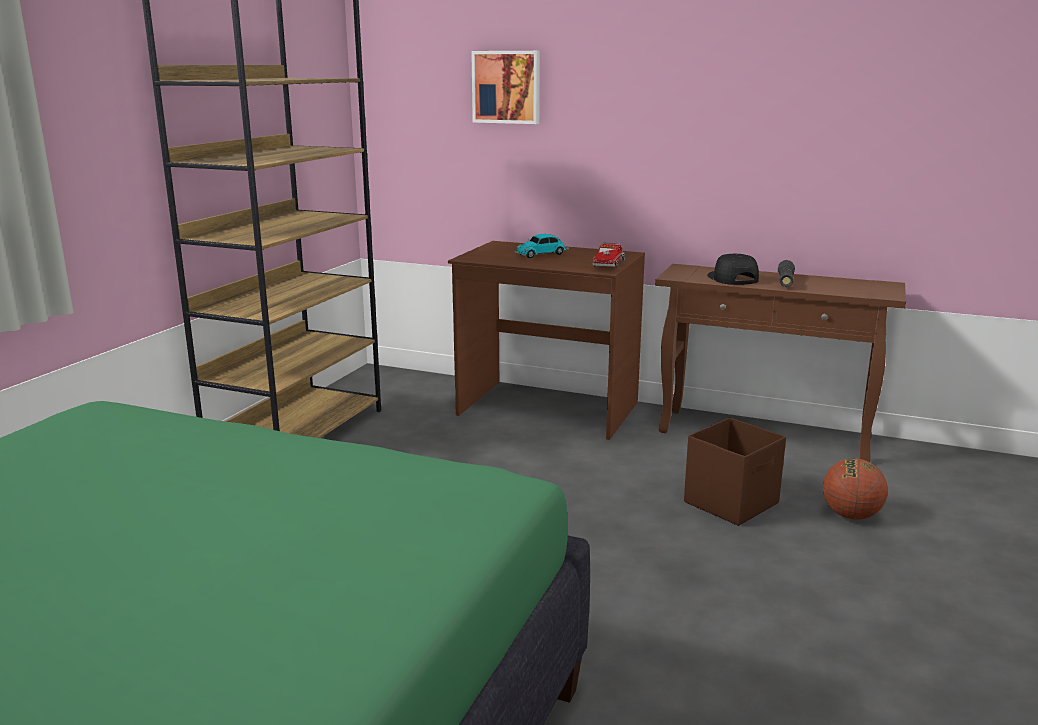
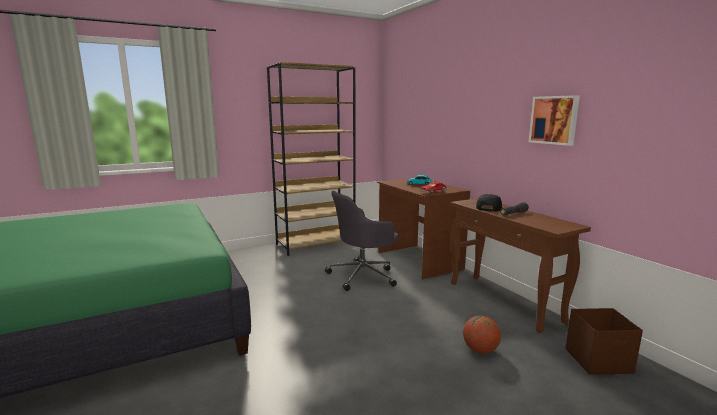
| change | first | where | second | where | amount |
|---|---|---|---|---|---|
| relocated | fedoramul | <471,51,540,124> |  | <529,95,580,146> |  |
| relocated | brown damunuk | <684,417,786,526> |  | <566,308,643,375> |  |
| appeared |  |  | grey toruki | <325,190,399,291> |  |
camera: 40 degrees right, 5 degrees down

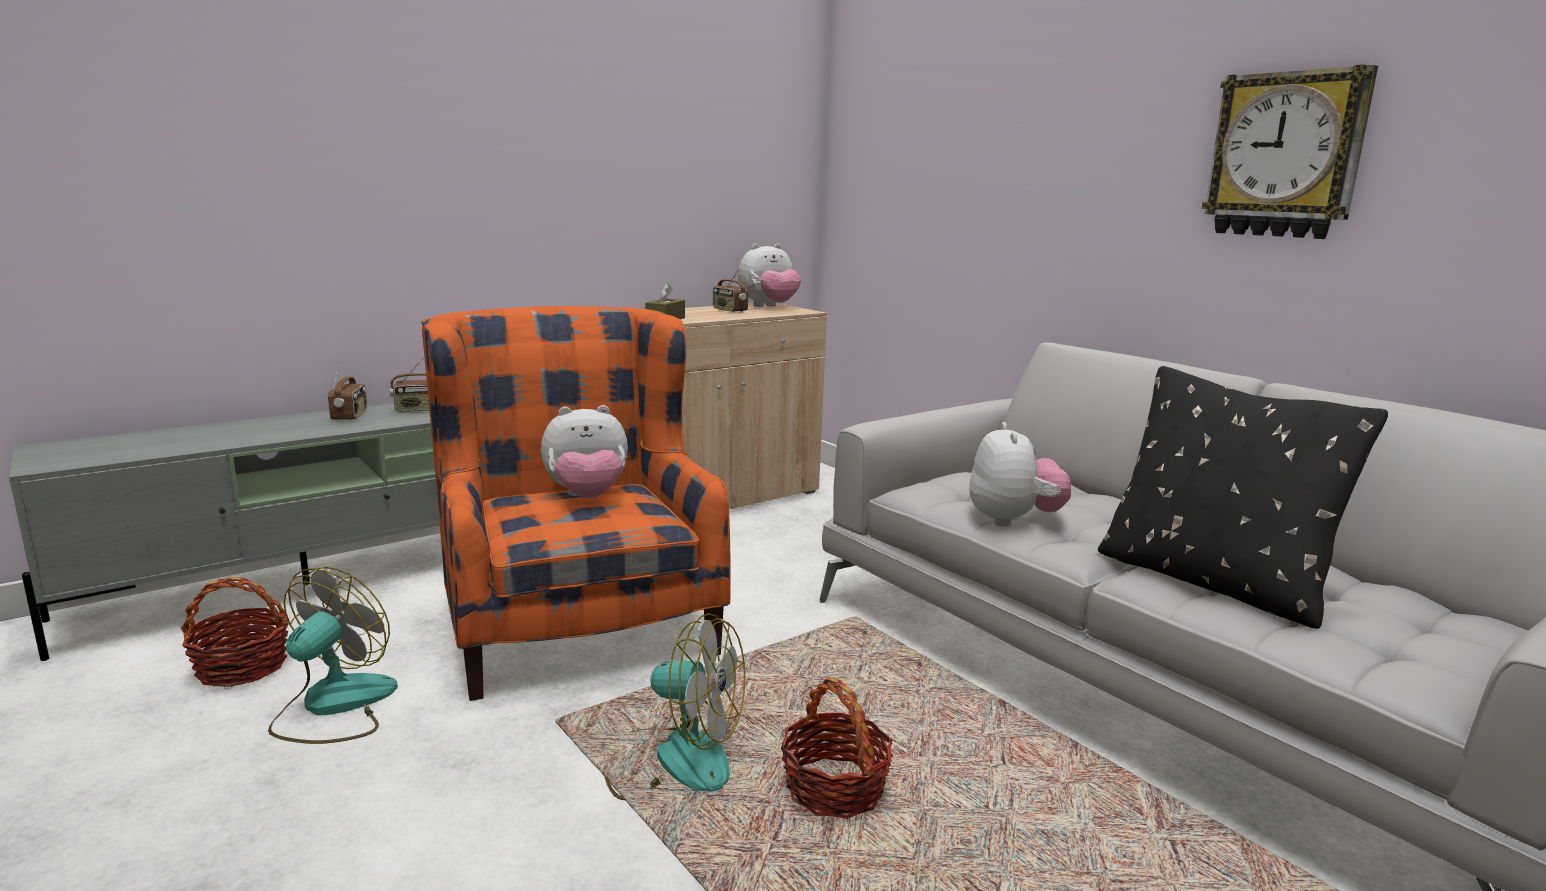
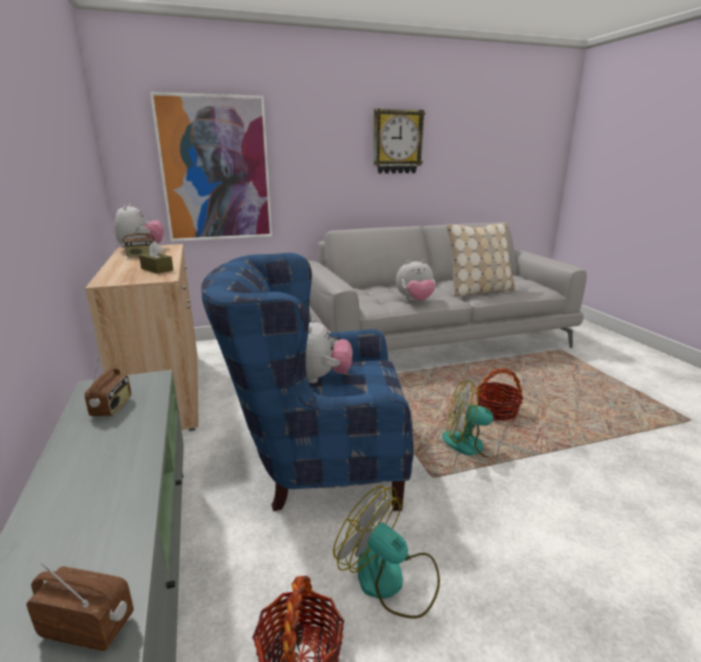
| change | first | where | second | where | amount |
|---|---|---|---|---|---|
| colour | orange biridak | <421,306,731,701> | blue biridak | <201,253,414,511> |  |
| relocated | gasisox | <328,362,367,421> |  | <27,562,134,651> |  |
| colour | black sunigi | <1098,366,1388,629> | beige sunigi | <447,222,515,297> |  |
| spun | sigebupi | <969,422,1071,527> |  | <396,260,435,301> | 150 degrees clockwise |
| spun | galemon | <605,613,745,800> |  | <442,380,506,457> | 120 degrees counterclockwise |
| appeared |  |  | fedoramul | <150,92,272,242> |  |
camera: 70 degrees left, 5 degrees up

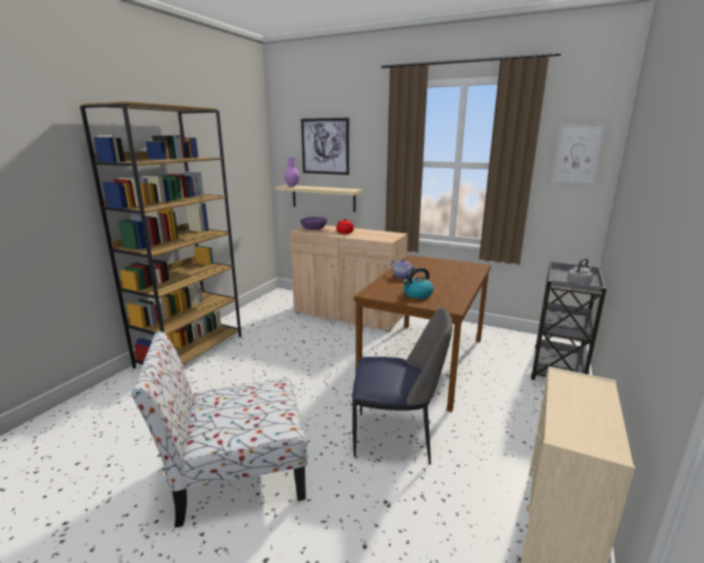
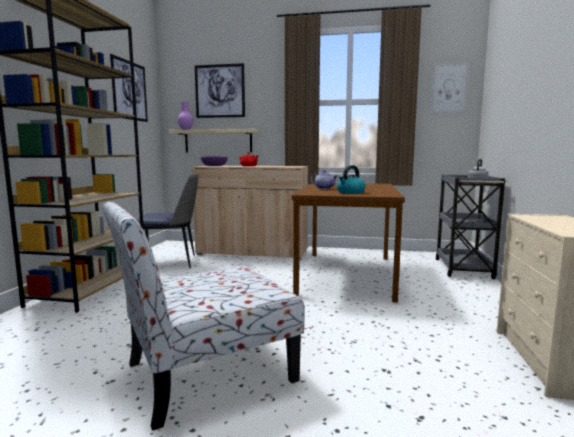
| change | first | where | second | where | amount |
|---|---|---|---|---|---|
| relocated | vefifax | <352,307,453,465> |  | <137,172,198,268> |  |
| appeared |  |  | fedoramul | <110,54,148,122> |  |
camera: 15 degrees left, 10 degrees down

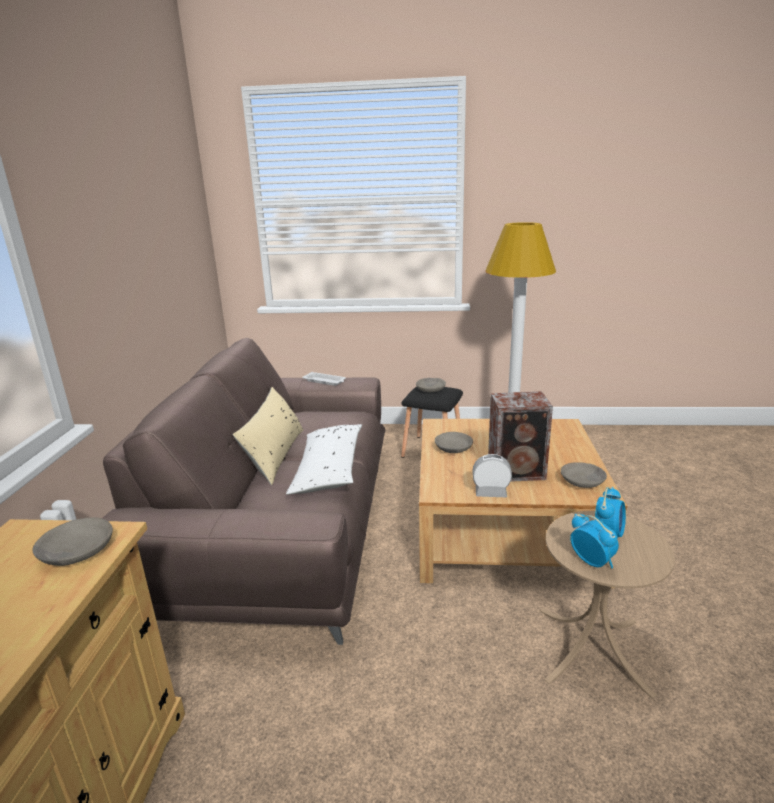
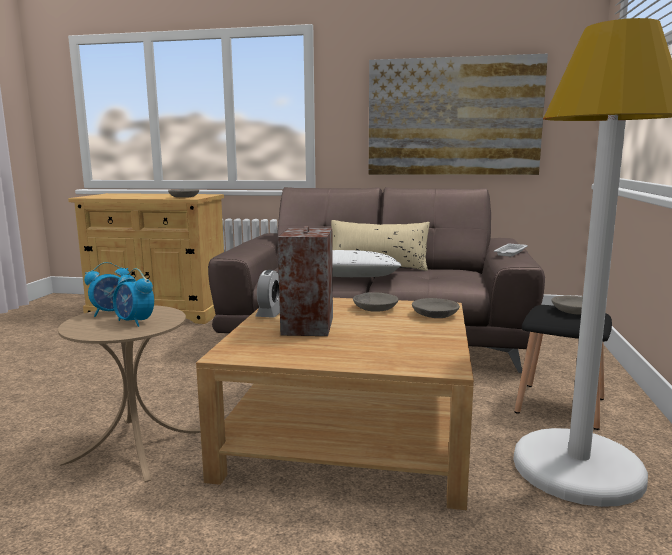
| change | first | where | second | where | amount |
|---|---|---|---|---|---|
| relocated | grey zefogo | <561,462,607,488> |  | <412,298,460,318> |  |
| appeared |  |  | fedoramul | <369,54,548,175> |  |
camera: 95 degrees right, 10 degrees down

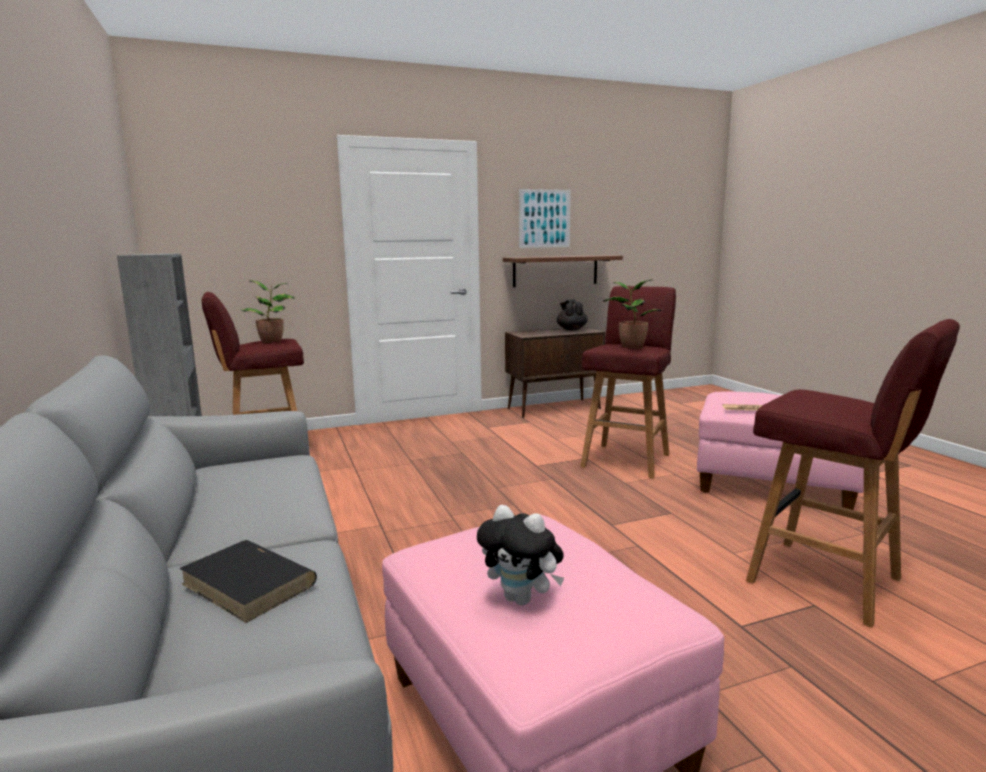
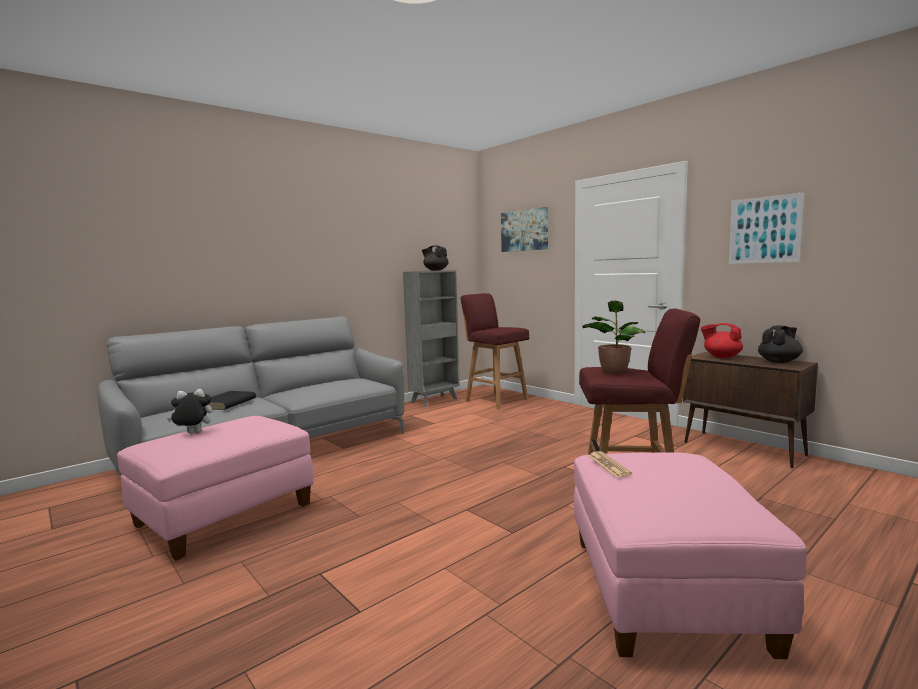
| change | first | where | second | where | amount |
|---|---|---|---|---|---|
| missing | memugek | <503,255,623,287> |  |  |  |
| missing | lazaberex | <241,280,295,343> |  |  |  |
| missing | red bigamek | <746,319,960,628> |  |  |  |
| spun | sigebupi | <477,505,564,605> |  | <167,389,212,434> | 60 degrees clockwise |
| appeared |  |  | fedoramul | <501,207,548,252> |  |
| appeared |  |  | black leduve | <422,246,448,271> |  |
| appeared |  |  | red leduve | <701,323,743,358> |  |
camera: 70 degrees right, 5 degrees down

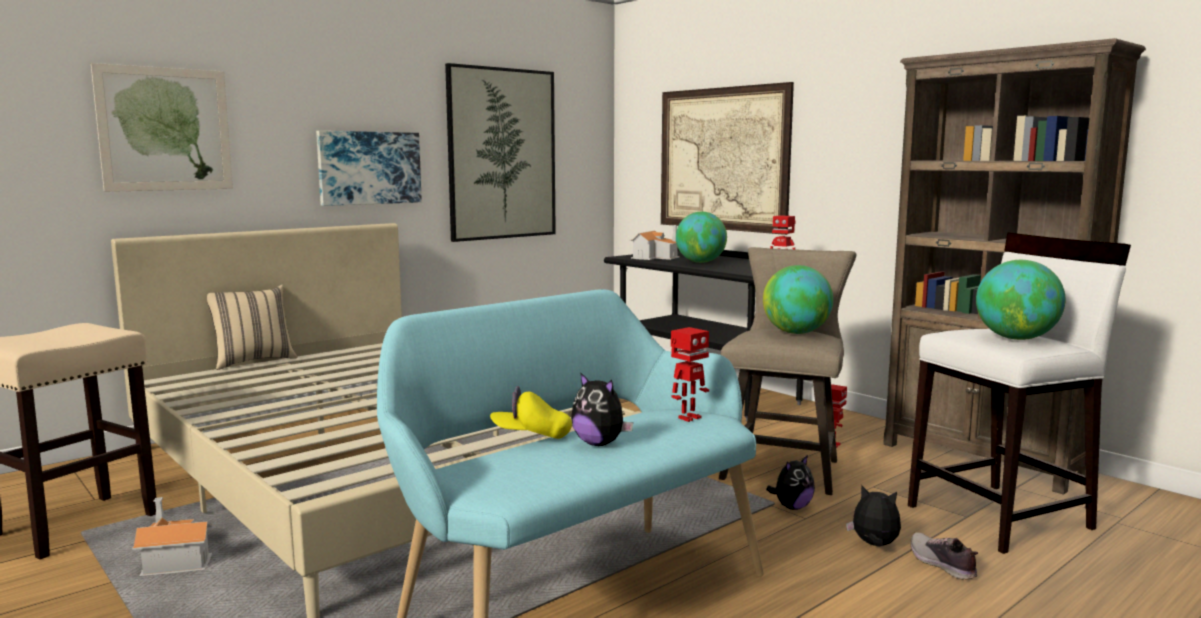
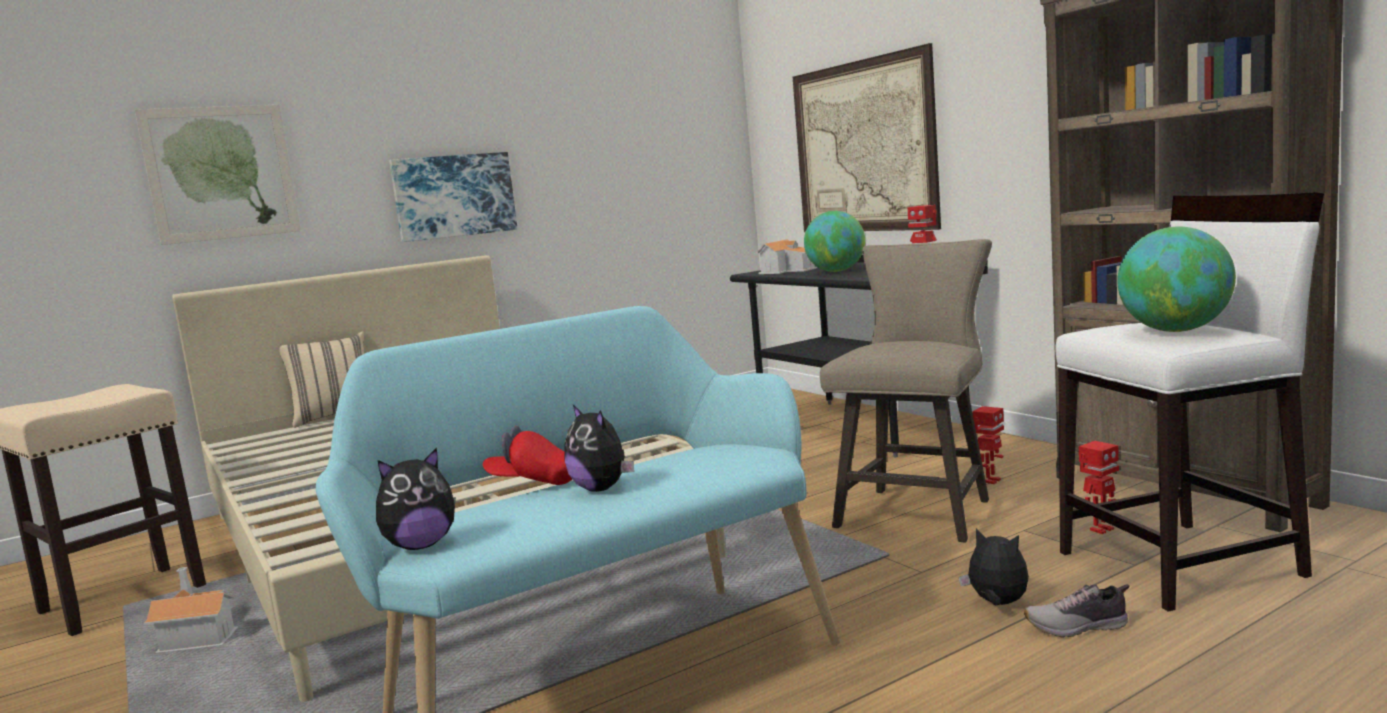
| change | first | where | second | where | amount |
|---|---|---|---|---|---|
| missing | fedoramul | <445,63,556,242> |  |  |  |
| missing | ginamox | <763,265,833,334> |  |  |  |
| relocated | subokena | <671,327,709,422> |  | <1079,441,1119,534> |  |
| colour | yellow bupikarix | <490,387,572,439> | red bupikarix | <483,426,572,485> |  |
| relocated | sigebupi | <766,455,815,510> |  | <376,448,455,550> |  |
| spun | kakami | <910,533,978,580> |  | <1024,584,1129,638> | 75 degrees counterclockwise |
camera: 10 degrees right, 0 degrees up

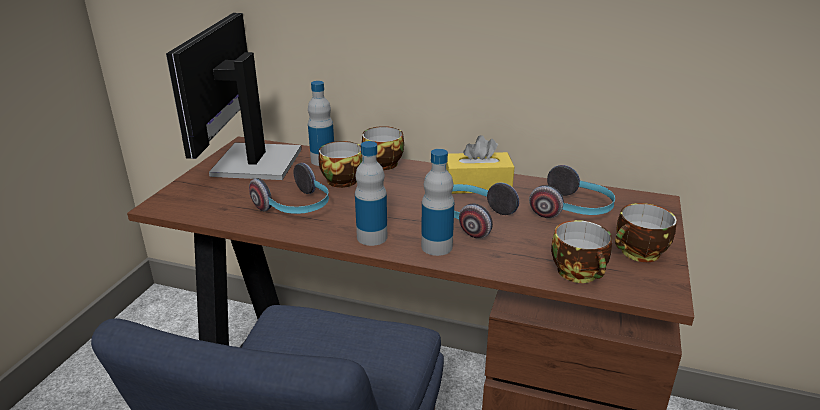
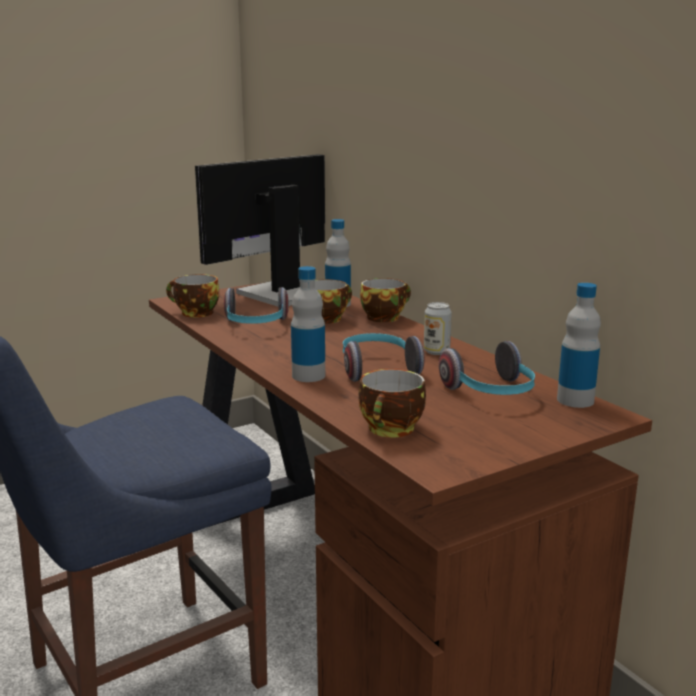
| change | first | where | second | where | amount |
|---|---|---|---|---|---|
| exchanged | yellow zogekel | <446,135,514,194> | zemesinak | <424,302,452,355> |  |
| relocated | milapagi | <355,141,387,246> |  | <557,283,601,408> |  |
| relocated | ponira | <615,203,677,262> |  | <166,274,219,318> |  |
camera: 40 degrees right, 10 degrees down

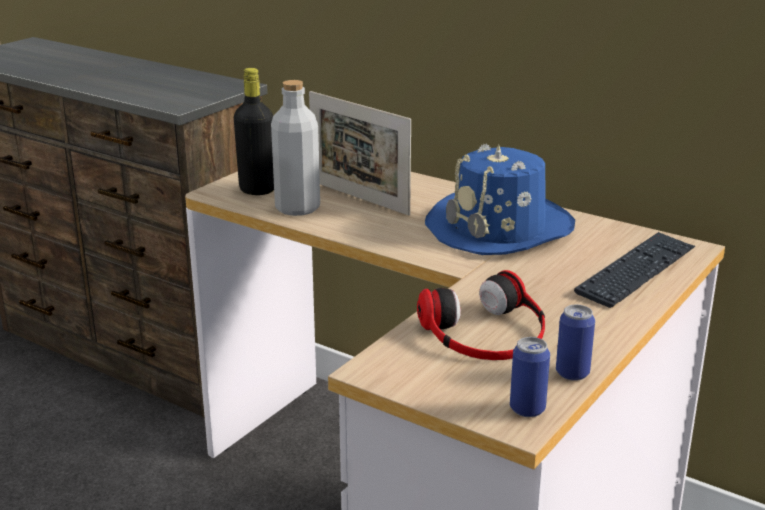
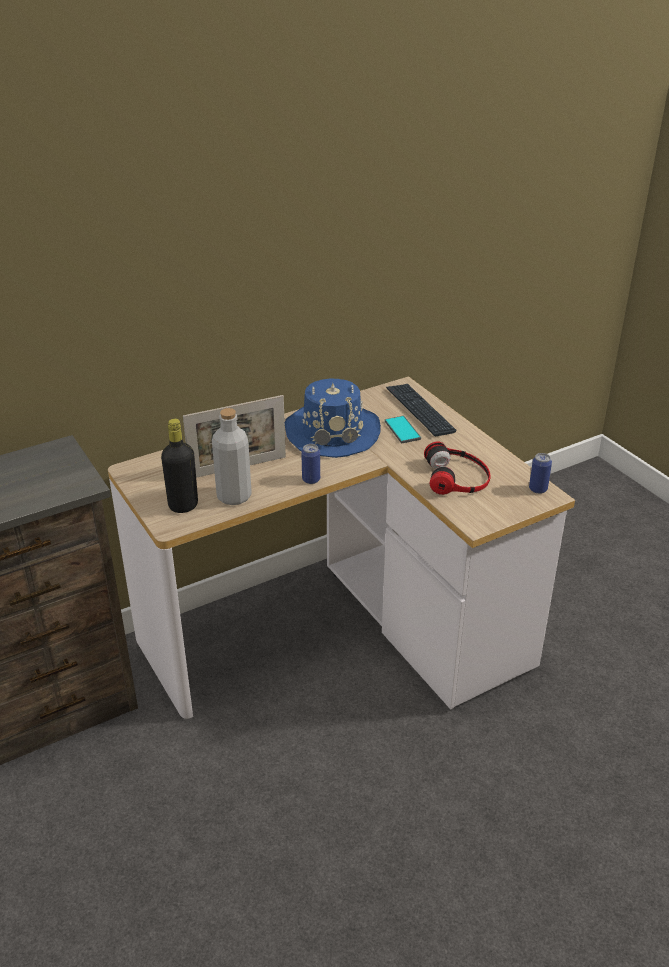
| change | first | where | second | where | amount |
|---|---|---|---|---|---|
| relocated | zemesinak | <556,304,595,381> |  | <301,444,320,484> |  |
| appeared |  |  | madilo | <385,416,421,443> |  |
camera: 65 degrees left, 10 degrees up

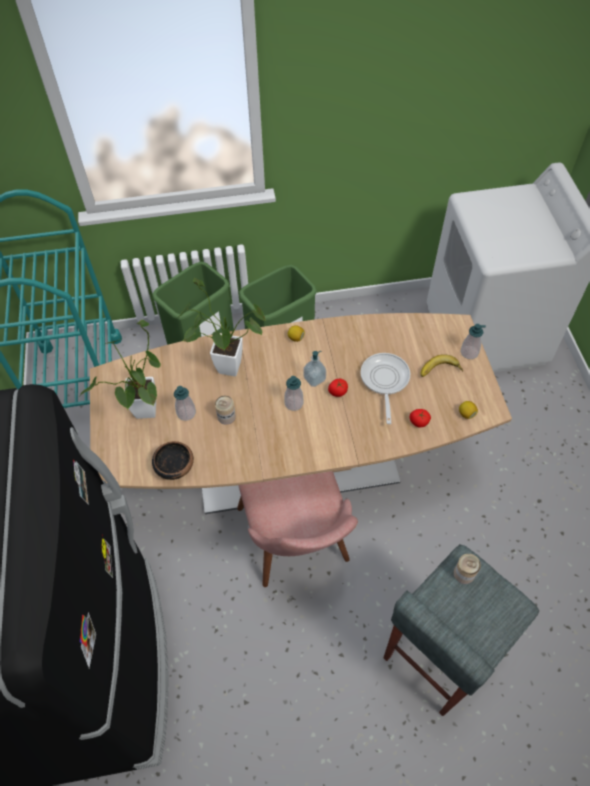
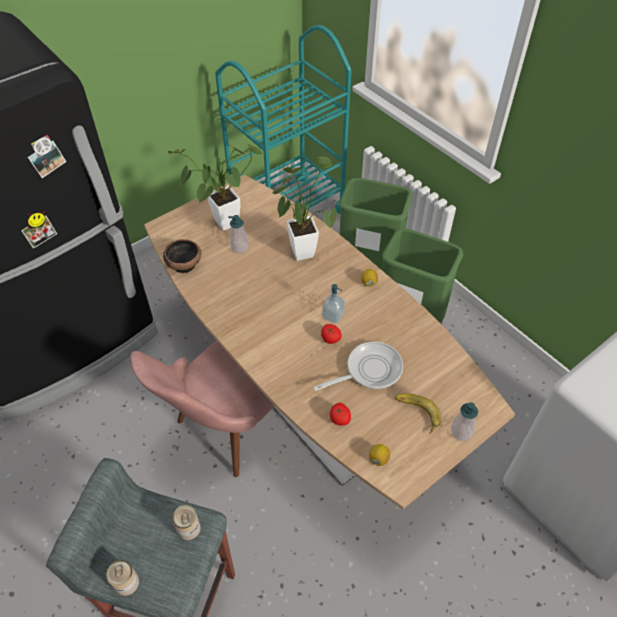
| change | first | where | second | where | amount |
|---|---|---|---|---|---|
| missing | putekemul | <284,376,303,411> |  |  |  |
| relocated | zemesinak | <215,396,236,425> |  | <106,560,139,596> |  |
camera: 60 degrees right, 5 degrees down

